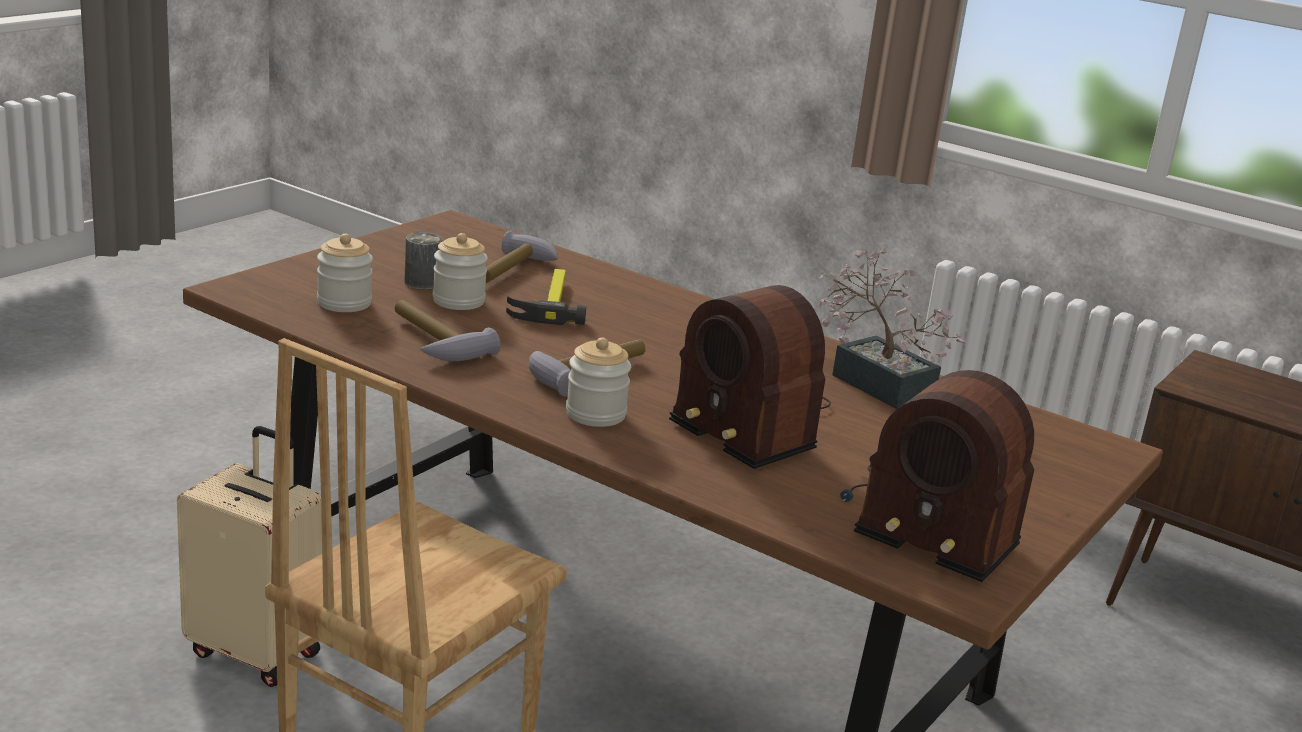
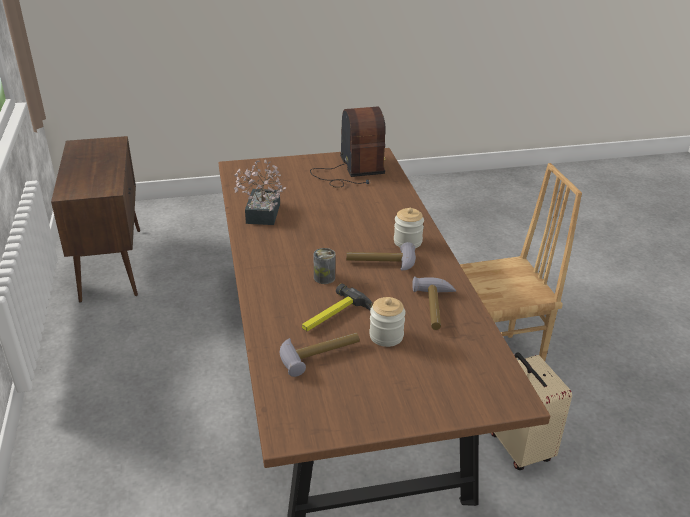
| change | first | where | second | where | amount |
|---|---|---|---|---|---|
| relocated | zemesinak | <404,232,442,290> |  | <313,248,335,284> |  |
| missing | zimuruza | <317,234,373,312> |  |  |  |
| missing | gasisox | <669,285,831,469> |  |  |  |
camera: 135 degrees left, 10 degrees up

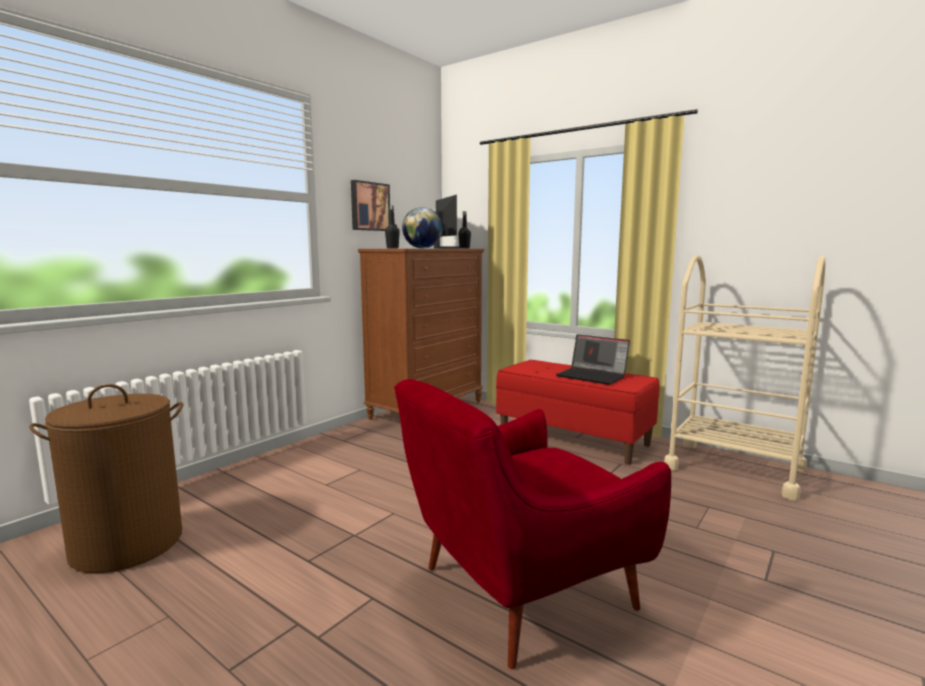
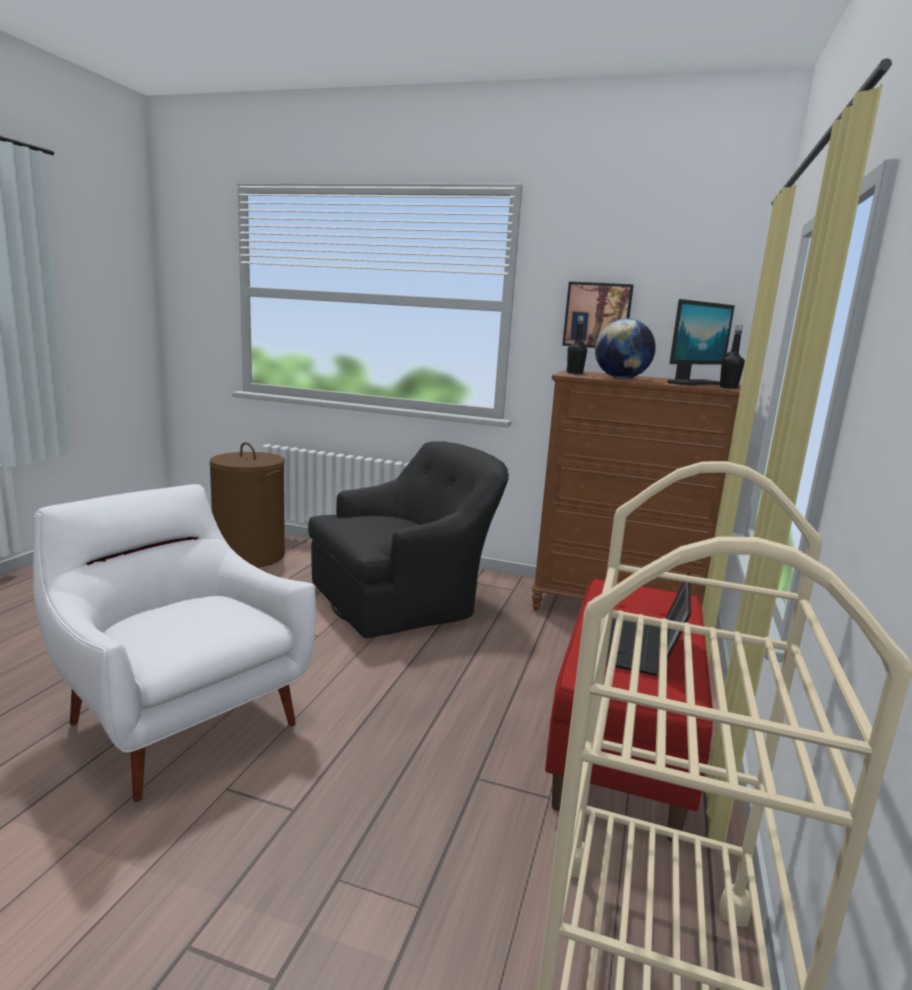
| change | first | where | second | where | amount |
|---|---|---|---|---|---|
| colour | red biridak | <394,379,671,669> | white biridak | <33,484,316,802> |  |
| appeared |  |  | black biridak | <308,441,509,638> |  |
camera: 70 degrees right, 5 degrees up

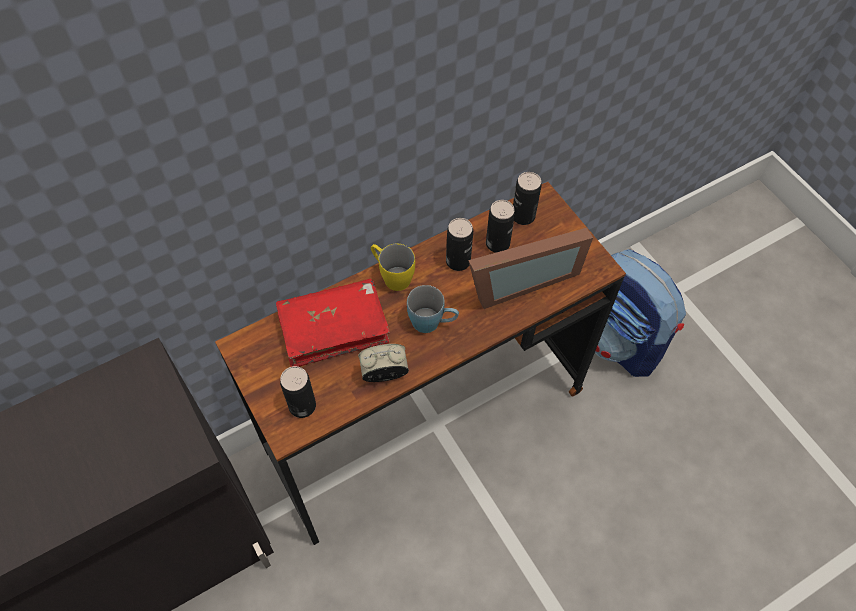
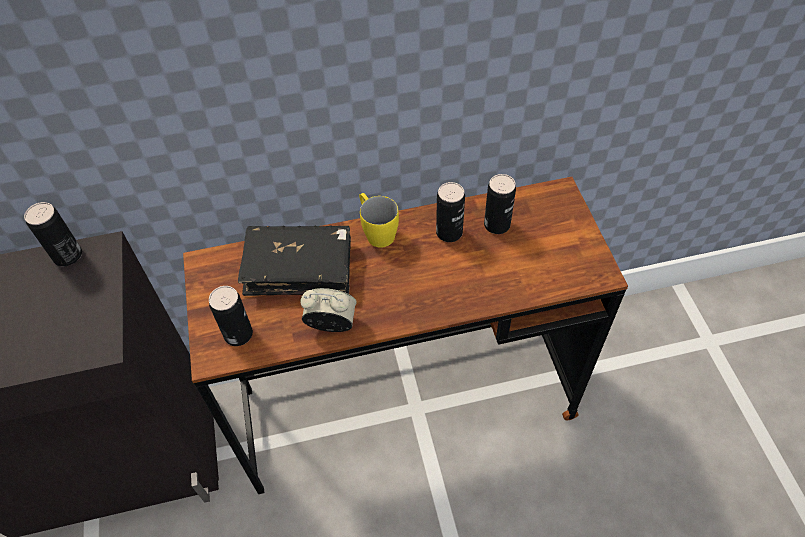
| change | first | where | second | where | amount |
|---|---|---|---|---|---|
| relocated | zemesinak | <513,172,542,225> |  | <24,202,82,267> |  |
| missing | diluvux | <468,228,593,309> |  |  |  |
| missing | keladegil | <595,249,686,377> |  |  |  |
| colour | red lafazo | <276,279,390,367> | black lafazo | <238,225,351,296> |  |
| missing | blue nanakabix | <407,285,459,333> |  |  |  |
camera: 20 degrees right, 5 degrees down

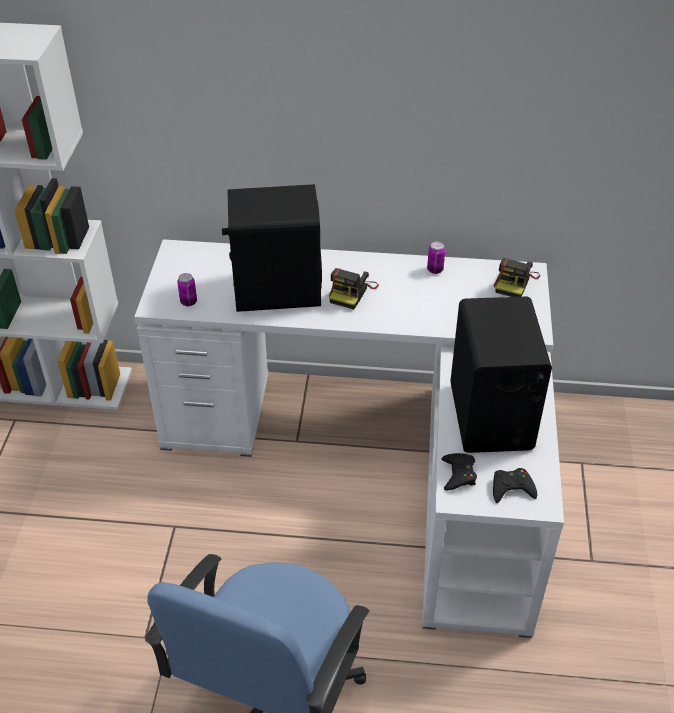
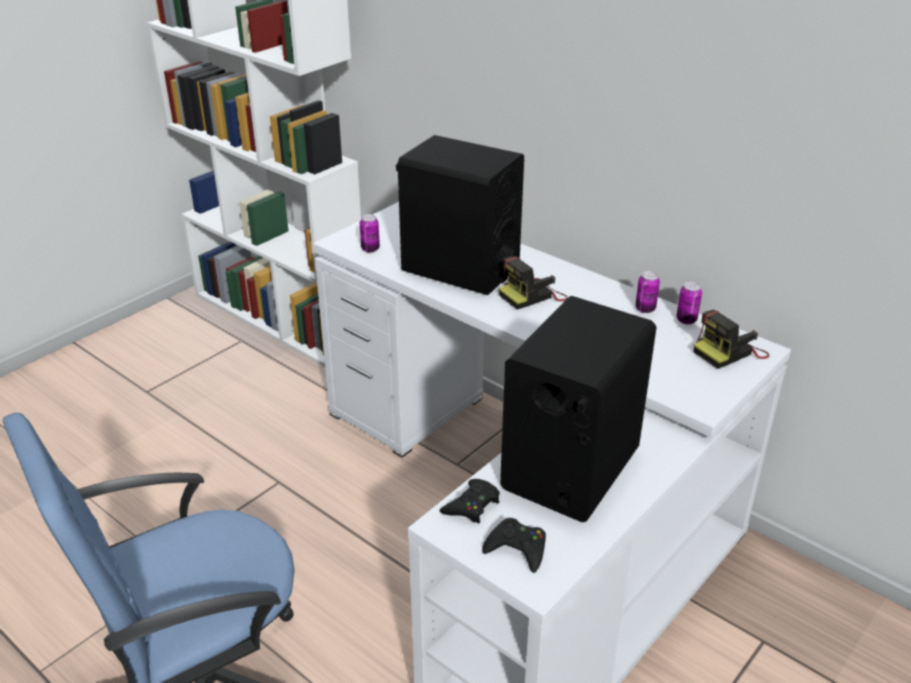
| change | first | where | second | where | amount |
|---|---|---|---|---|---|
| appeared |  |  | zemesinak | <676,282,702,324> |  |
camera: 35 degrees right, 10 degrees down

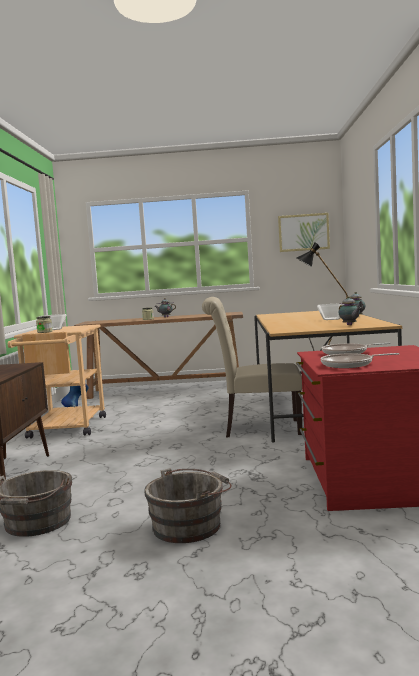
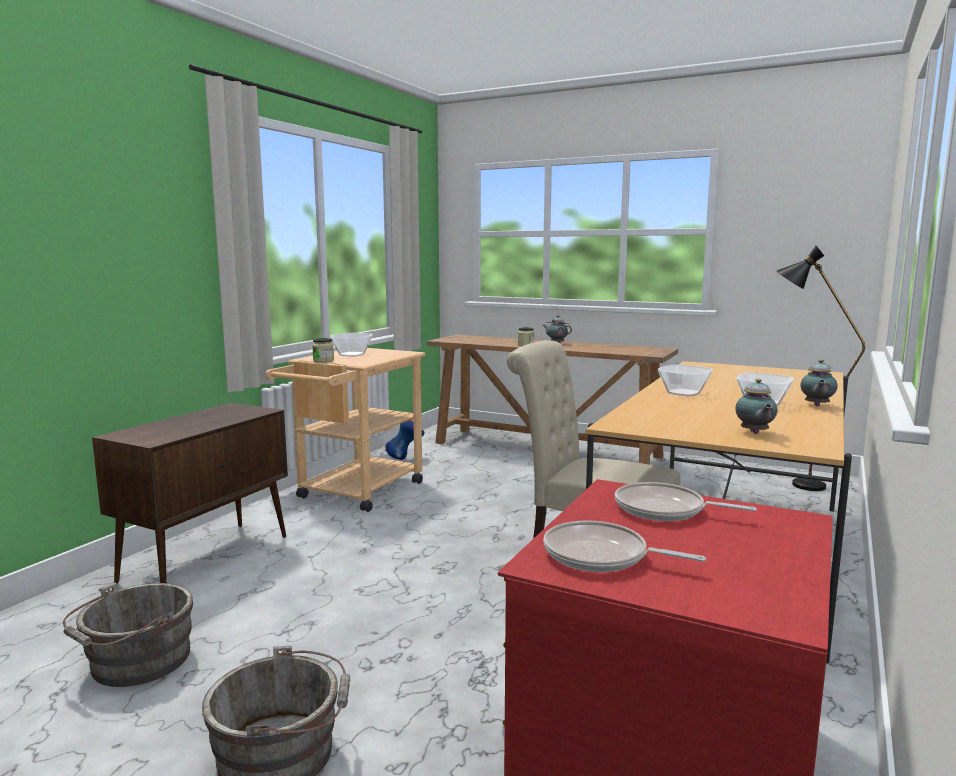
| change | first | where | second | where | amount |
|---|---|---|---|---|---|
| missing | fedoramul | <278,213,330,252> |  |  |  |
| appeared |  |  | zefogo | <658,364,713,396> |  |
camera: 25 degrees right, 5 degrees up

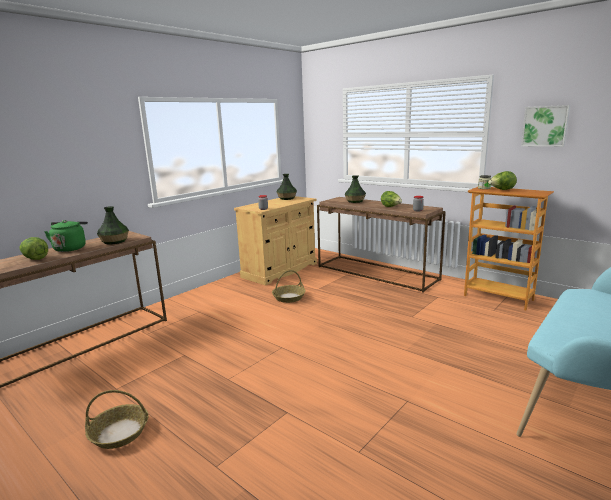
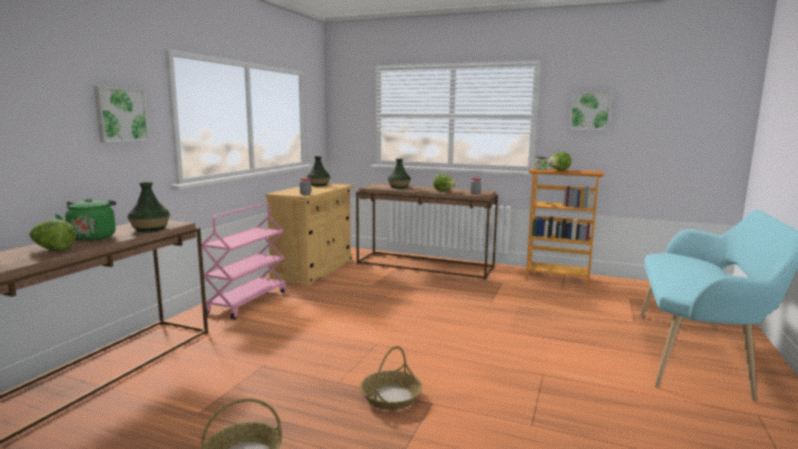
| change | first | where | second | where | amount |
|---|---|---|---|---|---|
| relocated | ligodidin | <272,270,306,303> |  | <360,346,422,410> |  |
| appeared |  |  | fedoramul | <94,86,150,143> |  |
| appeared |  |  | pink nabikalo | <202,203,286,320> |  |
camera: 20 degrees left, 5 degrees down

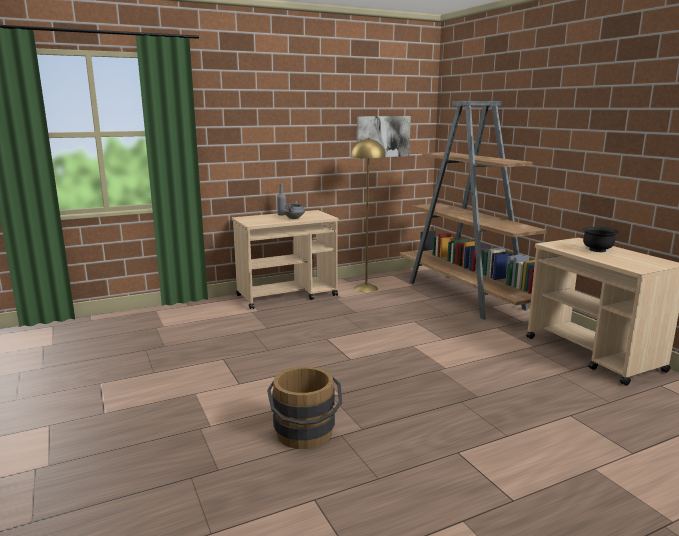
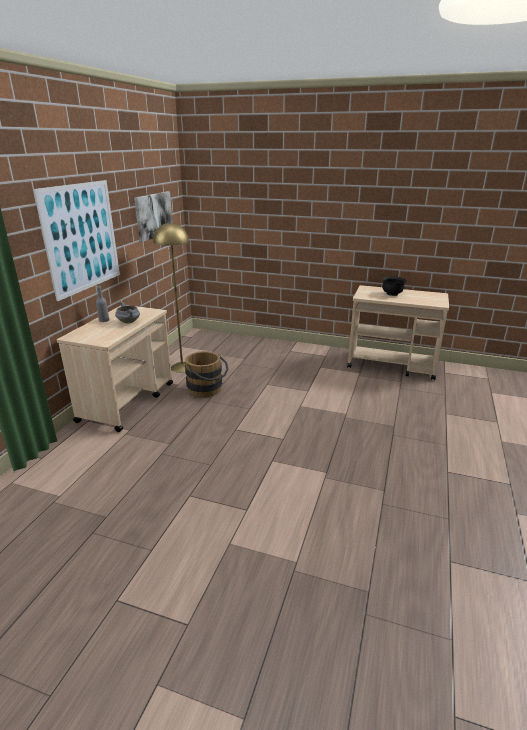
| change | first | where | second | where | amount |
|---|---|---|---|---|---|
| missing | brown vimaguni | <400,101,546,320> |  |  |  |
| relocated | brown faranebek | <267,367,342,449> |  | <185,351,228,397> |  |
| appeared |  |  | fedoramul | <33,180,120,301> |  |
camera: 45 degrees left, 10 degrees up

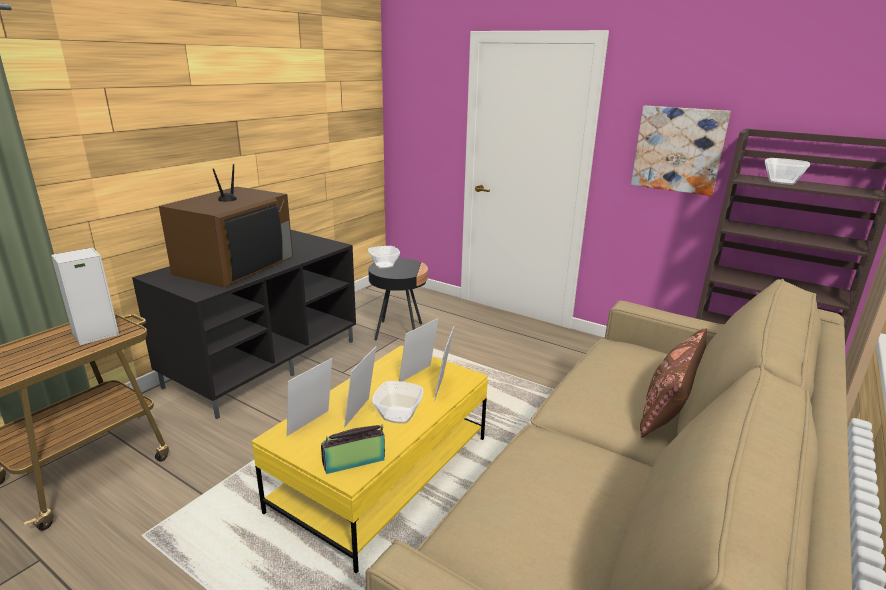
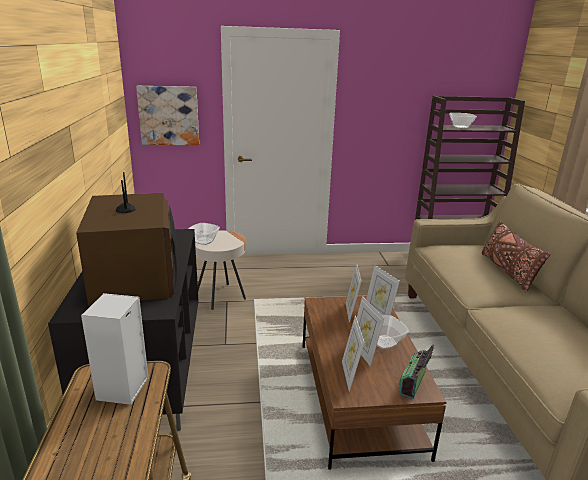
| change | first | where | second | where | amount |
|---|---|---|---|---|---|
| relocated | fedoramul | <631,106,731,196> |  | <136,86,199,145> |  |
| colour | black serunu | <368,258,428,340> | beige serunu | <195,230,246,310> |  |
| colour | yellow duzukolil | <252,345,488,574> | brown duzukolil | <303,296,447,470> |  |
camera: 40 degrees left, 0 degrees up

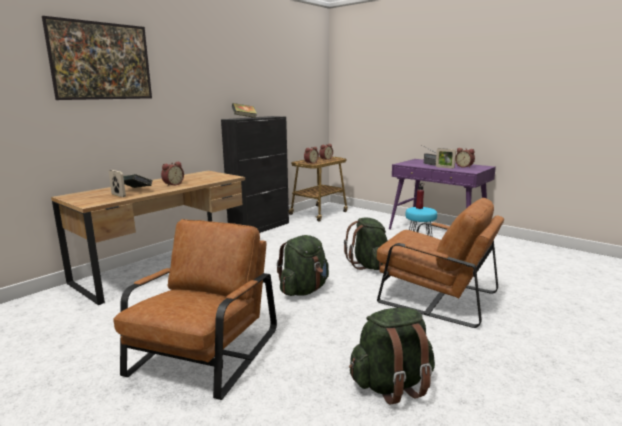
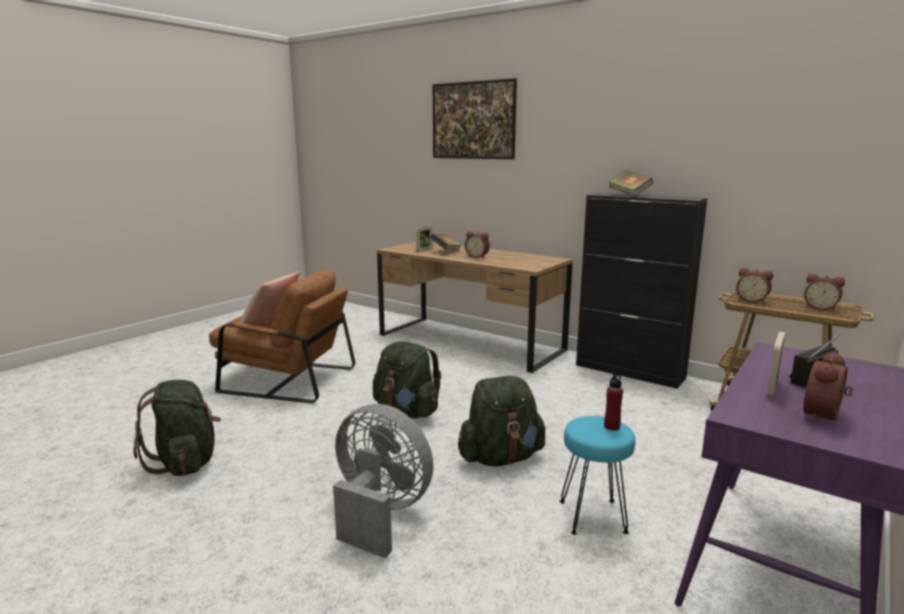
| change | first | where | second | where | amount |
|---|---|---|---|---|---|
| exchanged | brown biridak | <377,198,504,328> | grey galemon | <333,404,434,558> |  |
| appeared |  |  | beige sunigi | <237,272,300,332> |  |
camera: 85 degrees right, 0 degrees up

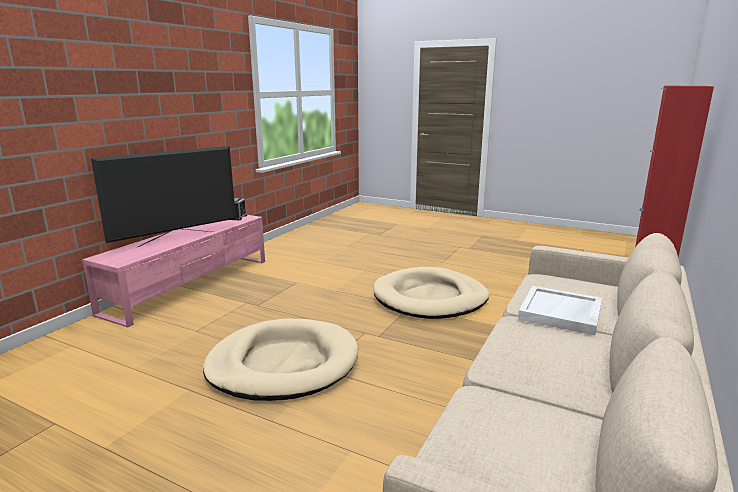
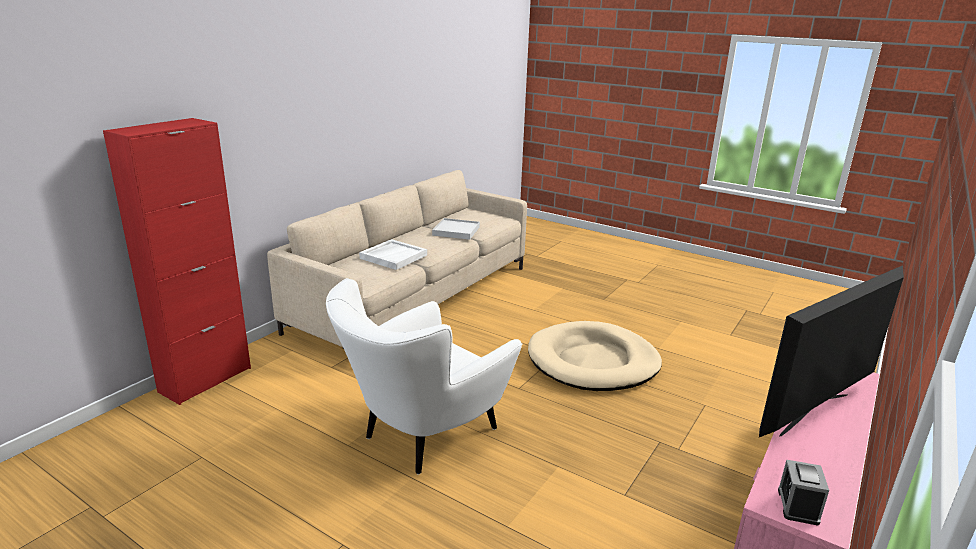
| change | first | where | second | where | amount |
|---|---|---|---|---|---|
| exchanged | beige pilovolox | <373,267,489,319> | white biridak | <326,278,522,474> |  |
| appeared |  |  | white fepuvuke | <432,218,480,240> |  |
camera: 175 degrees left, 5 degrees up

